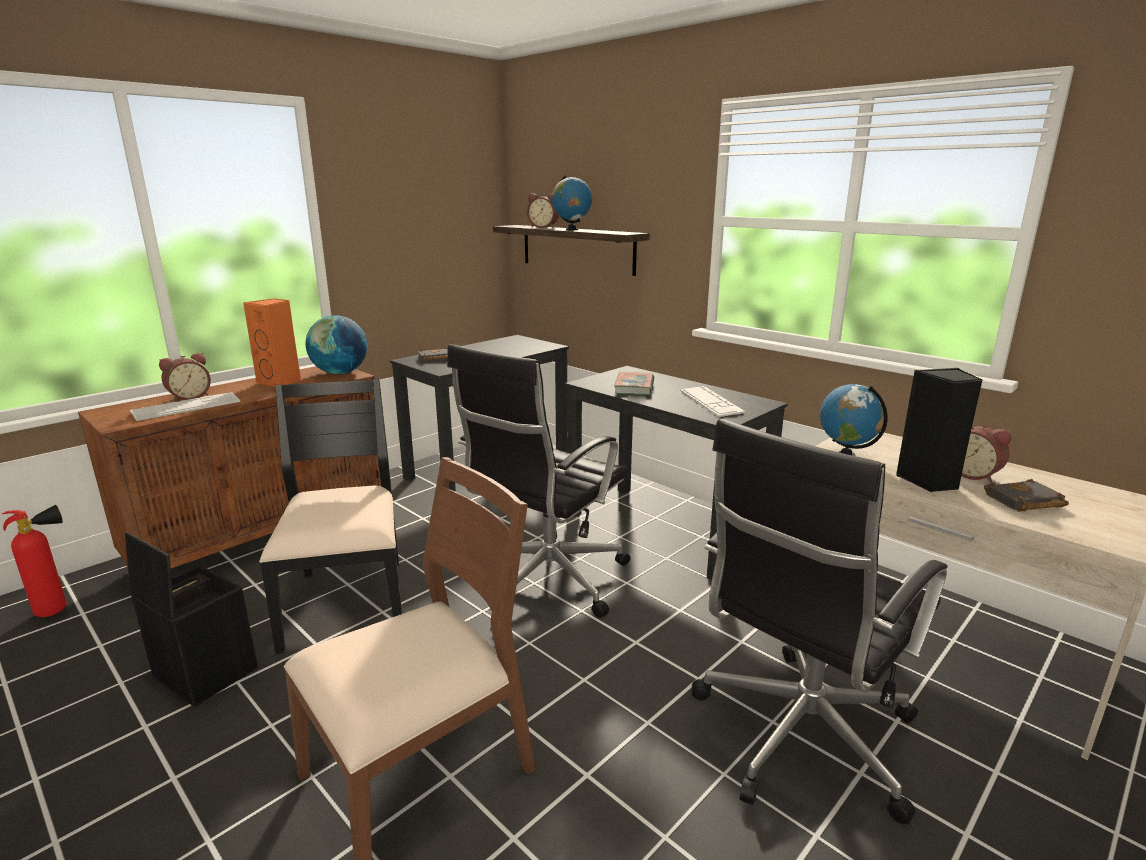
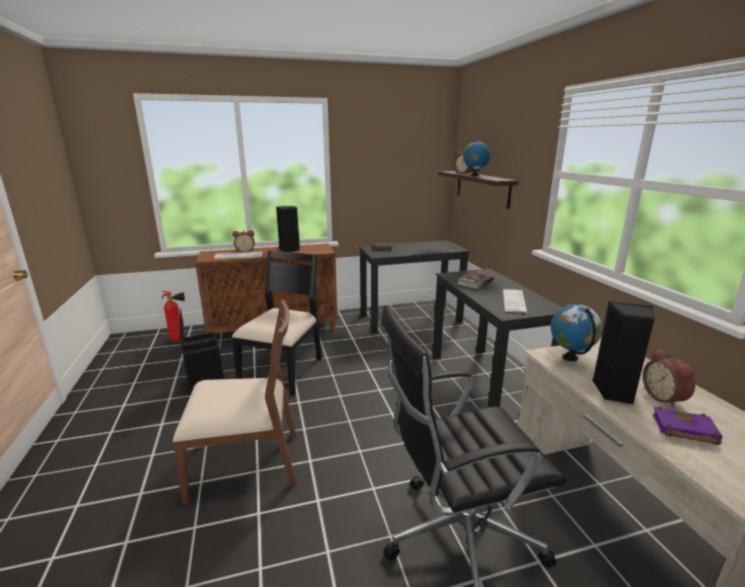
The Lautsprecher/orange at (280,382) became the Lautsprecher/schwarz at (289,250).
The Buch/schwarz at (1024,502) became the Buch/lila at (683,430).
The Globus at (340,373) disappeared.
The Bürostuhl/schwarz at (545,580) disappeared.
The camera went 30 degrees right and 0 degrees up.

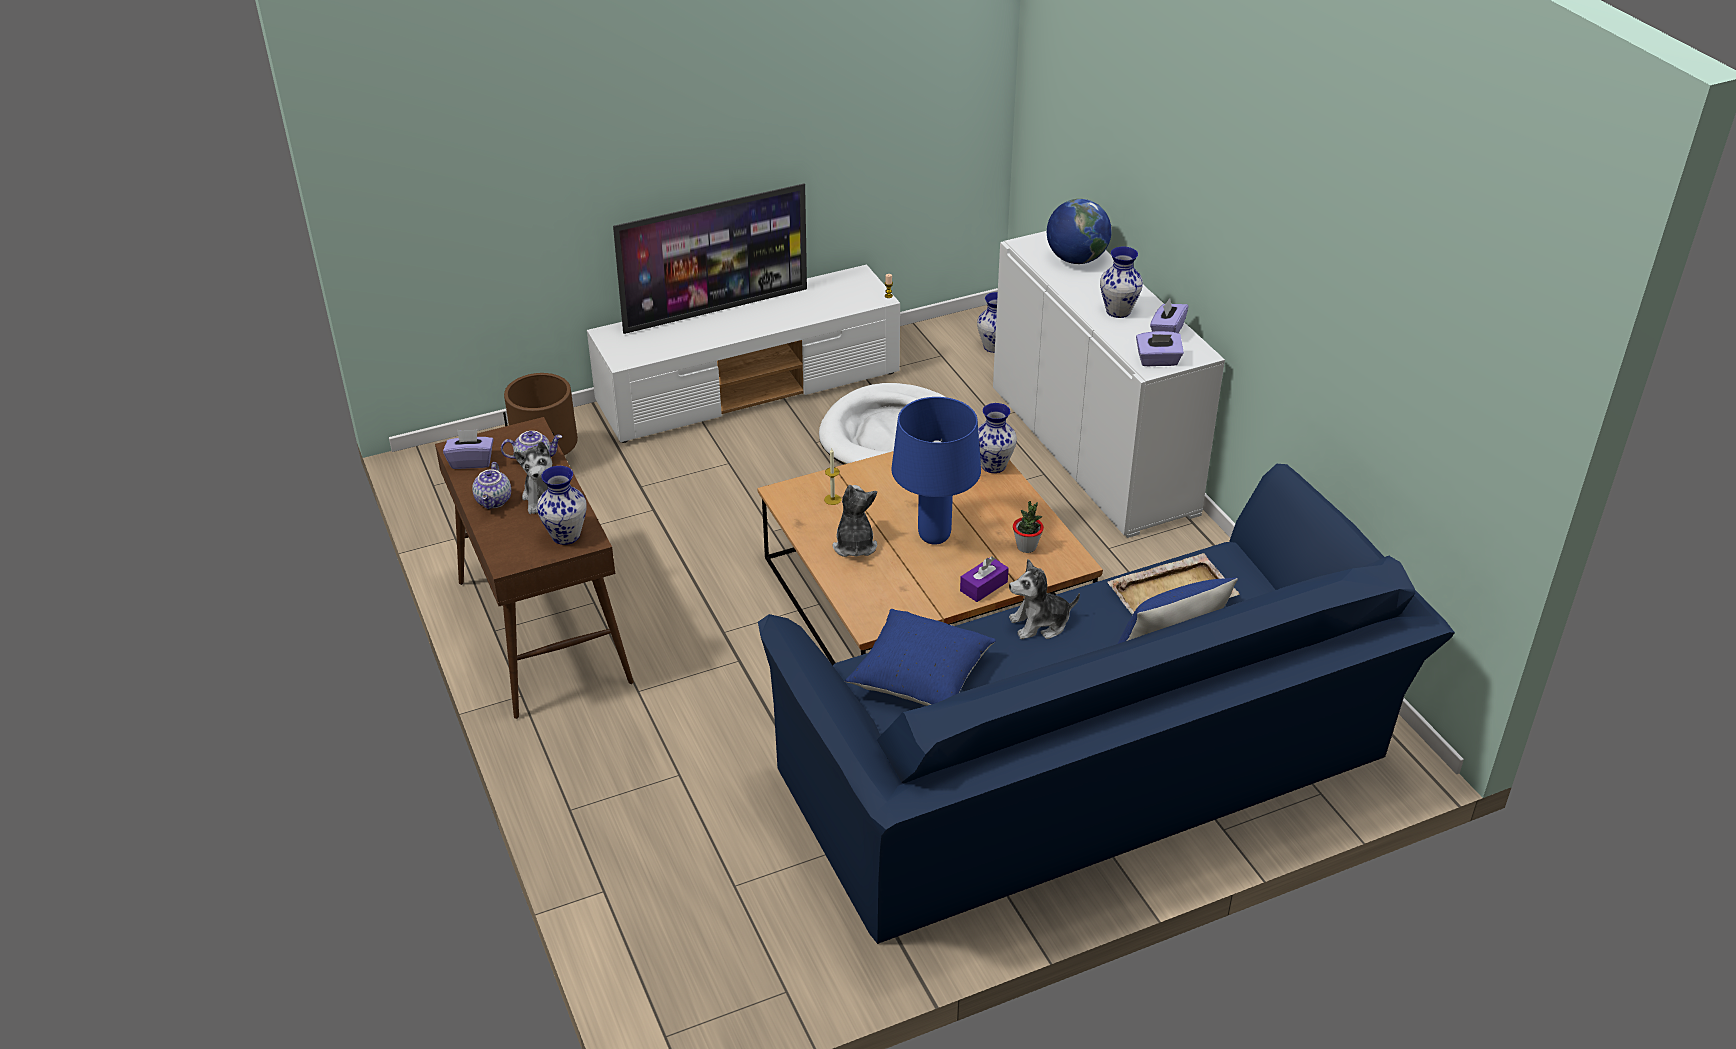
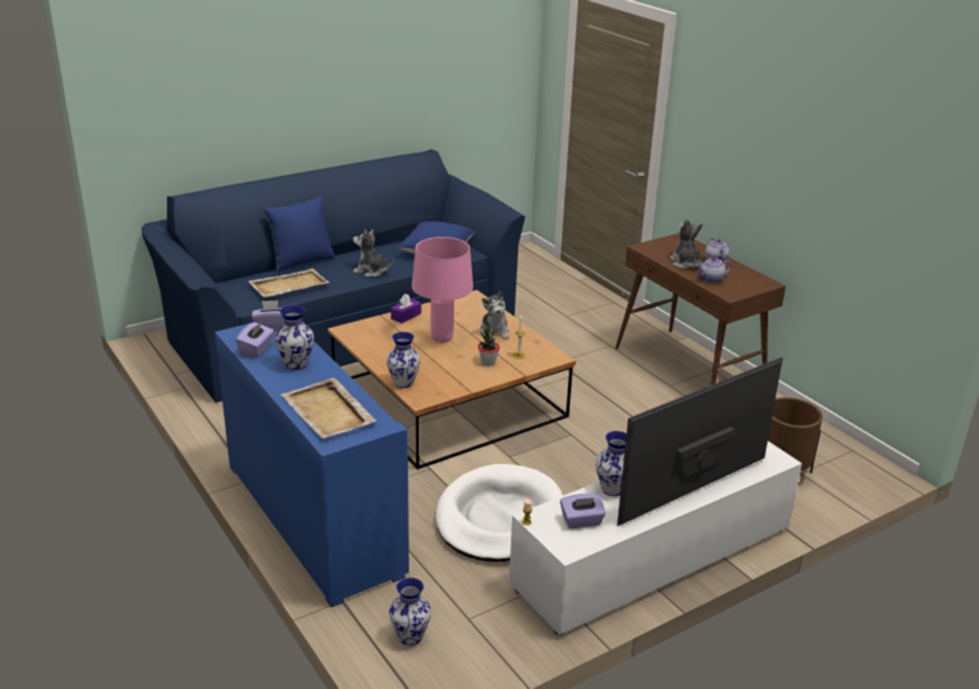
The Schrank/weiß at (1092,450) became the Schrank/blau at (313,518).
The Globus at (1076,259) was replaced by the Tablett/beige at (328,412).
The Plüschtier at (1040,624) turned 135 degrees counterclockwise.
The Tischlampe/blau at (934,537) became the Tischlampe/rosa at (442,338).
The Topfpflanze moved from (1026,547) to (488,362).
The Taschentuchbox/lila moved from (471,461) to (581,521).
The Vase moved from (566,536) to (612,489).
The camera went 170 degrees right and 10 degrees down.

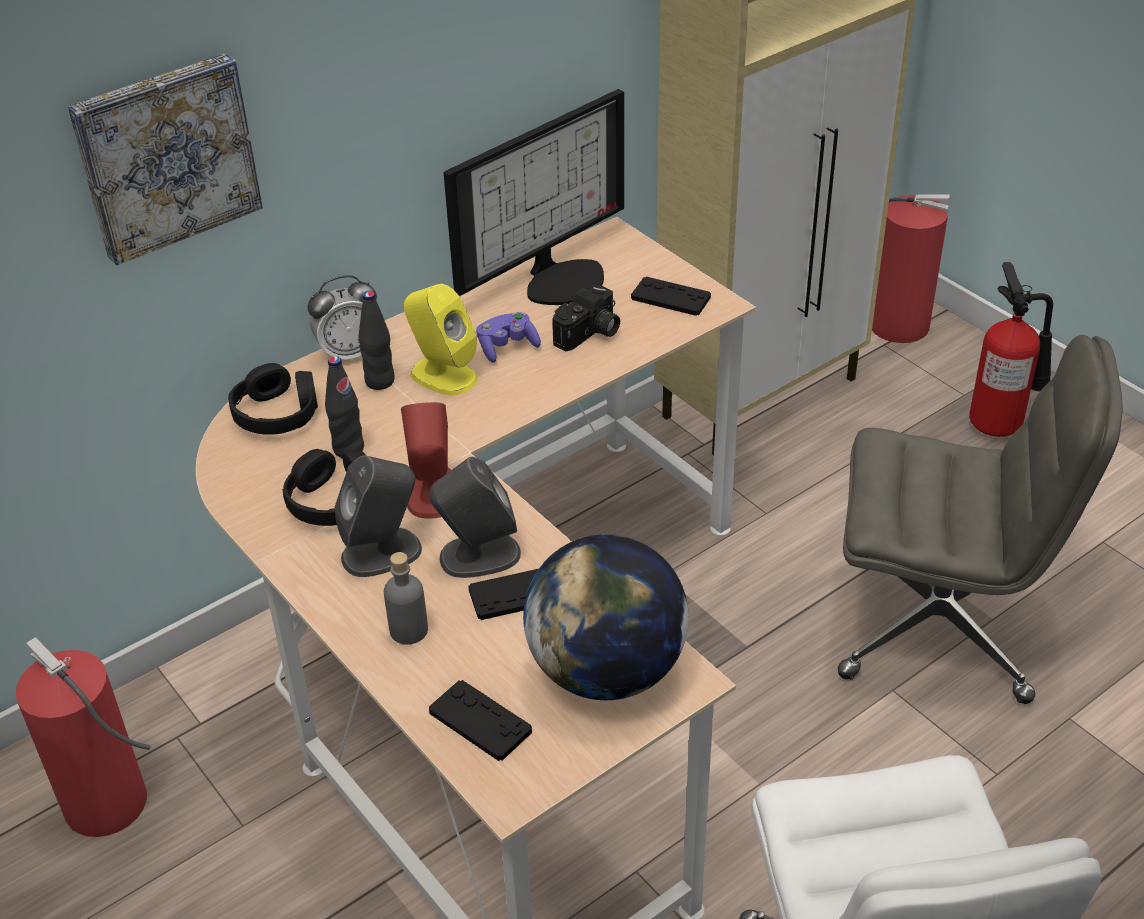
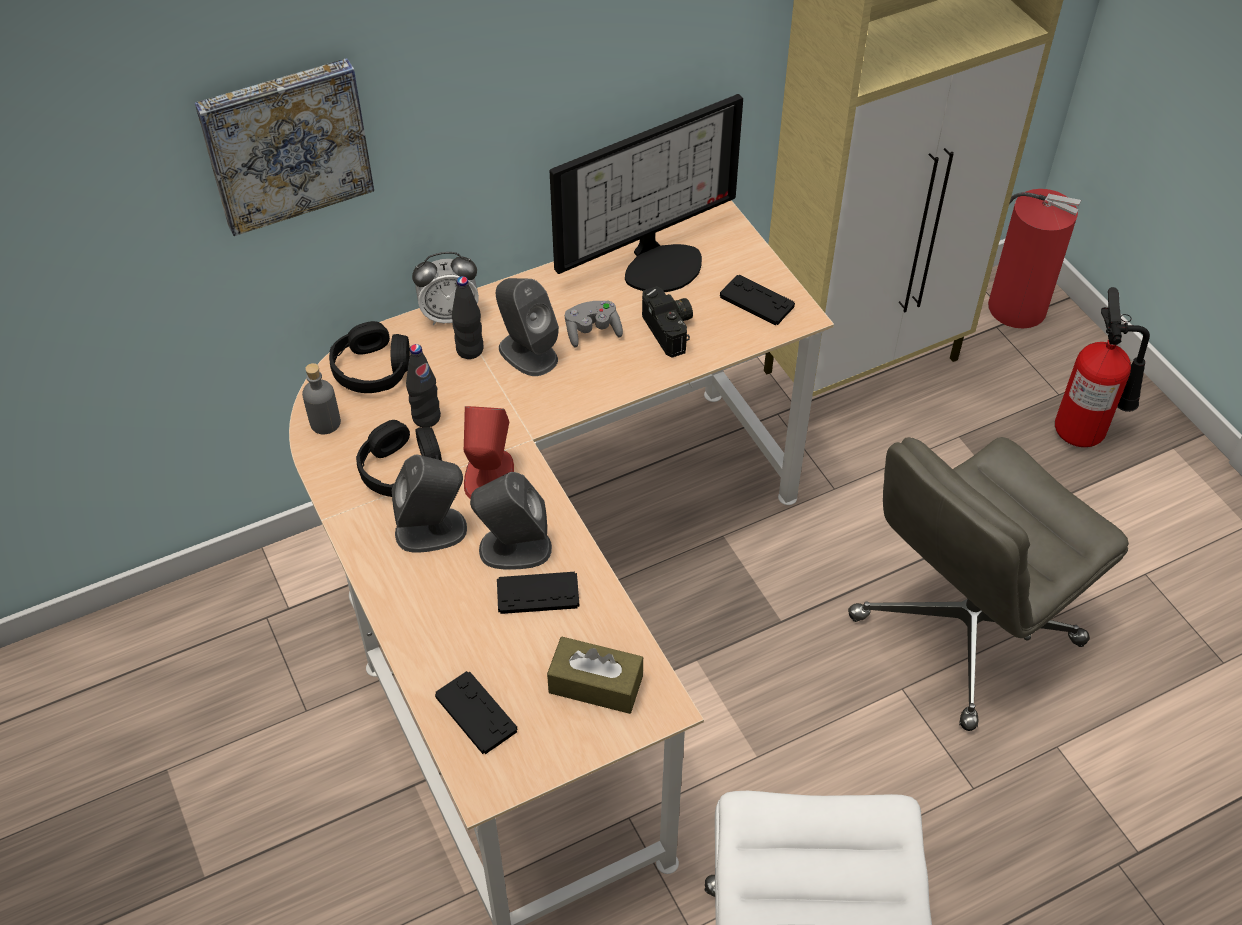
The Flasche/grau moved from (409,630) to (325,423).
The Lautsprecher/gelb at (443,375) became the Lautsprecher/grau at (527,353).
The Globus at (606,671) was replaced by the Taschentuchbox/braun at (595,684).
The Gamepad/lila at (507,347) became the Gamepad/grau at (592,331).
The Kamera at (590,334) turned 75 degrees counterclockwise.
The Bürostuhl/grau at (939,624) turned 120 degrees clockwise.
The Feuerlöscher at (108,805) disappeared.
The camera went 10 degrees right and 10 degrees up.

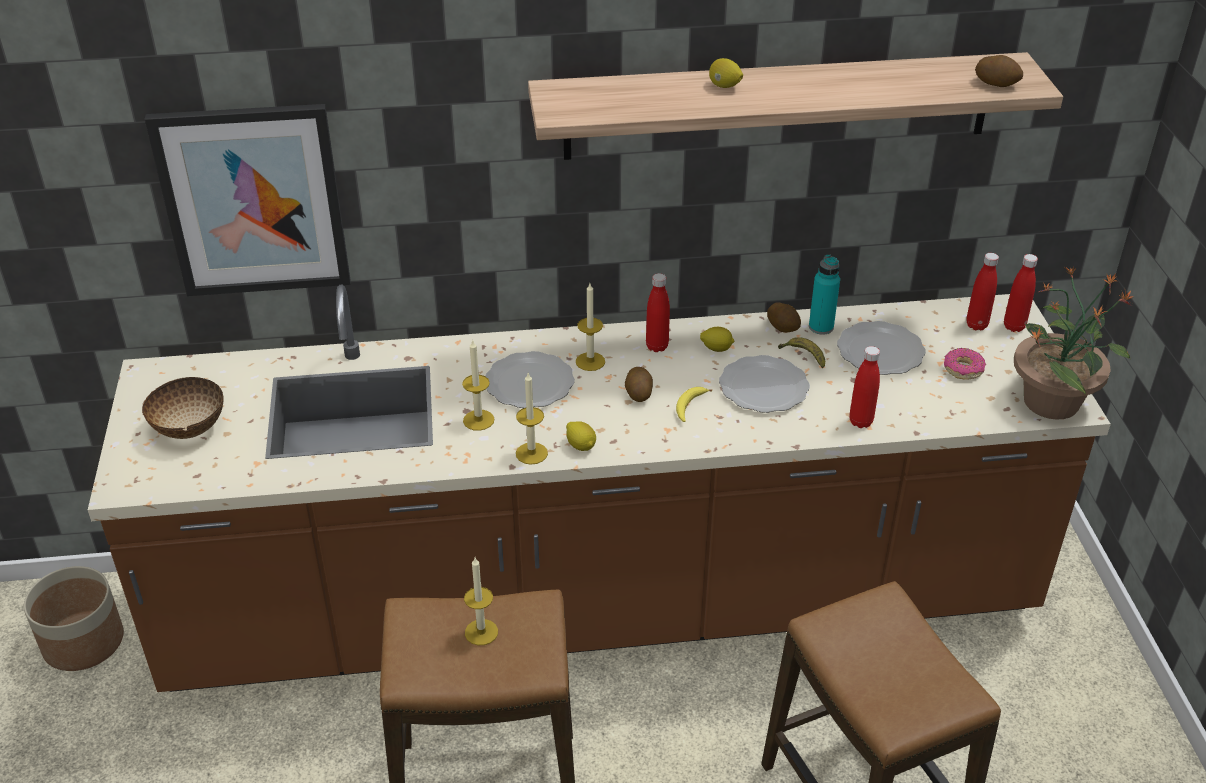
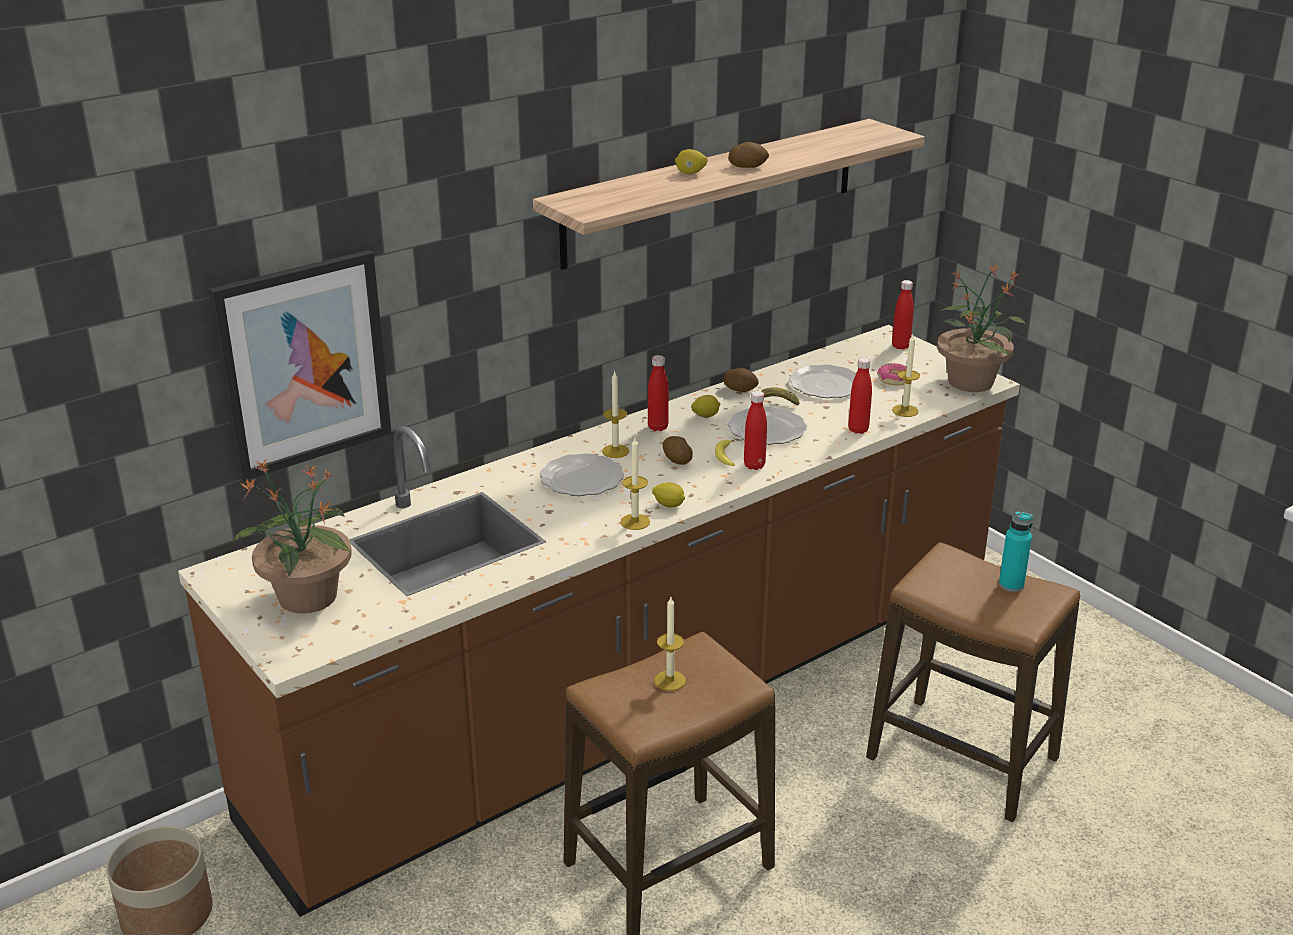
The Schüssel at (188,428) was replaced by the Topfpflanze at (307,598).
The Kartoffel moved from (996,83) to (748,166).
The Flasche/rot moved from (976,325) to (754,465).
The Kerze moved from (478,420) to (905,411).
The Flasche/türkis moved from (821,327) to (1011,585).
The camera went 30 degrees left and 10 degrees down.

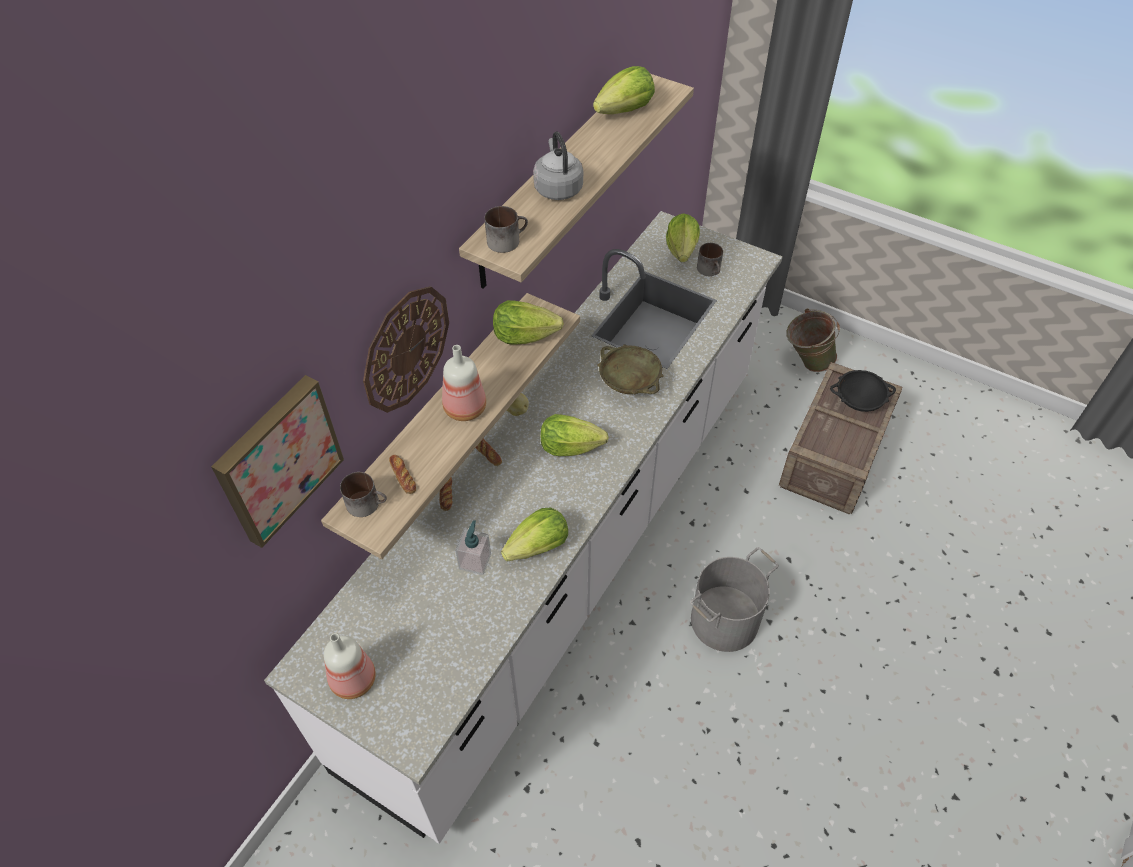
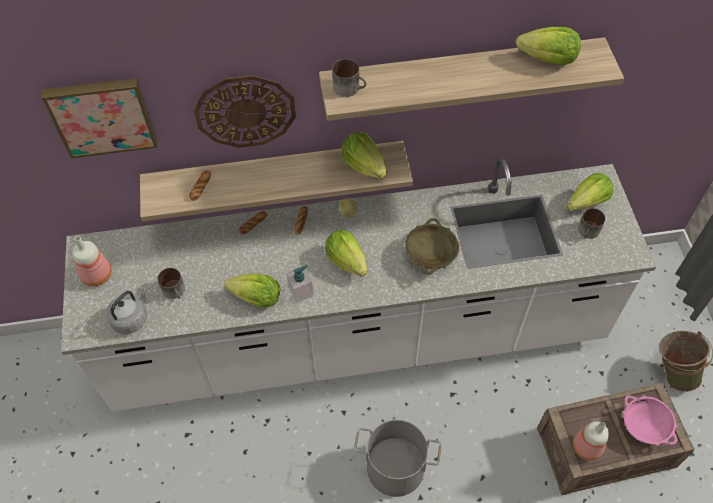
The Wasserkessel/grau moved from (557,188) to (131,318).
The Henkelbecher moved from (367,503) to (176,291).
The Seifenspender moved from (475,561) to (301,292).
The Flasche moved from (463,408) to (586,446).
The Schüssel/schwarz at (858,402) became the Schüssel/rosa at (643,427).
The camera went 50 degrees right and 5 degrees up.

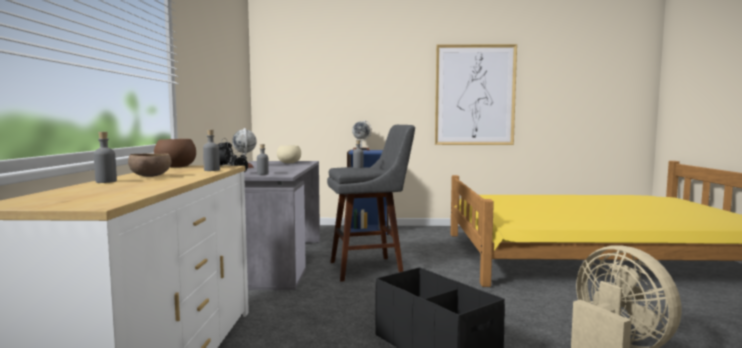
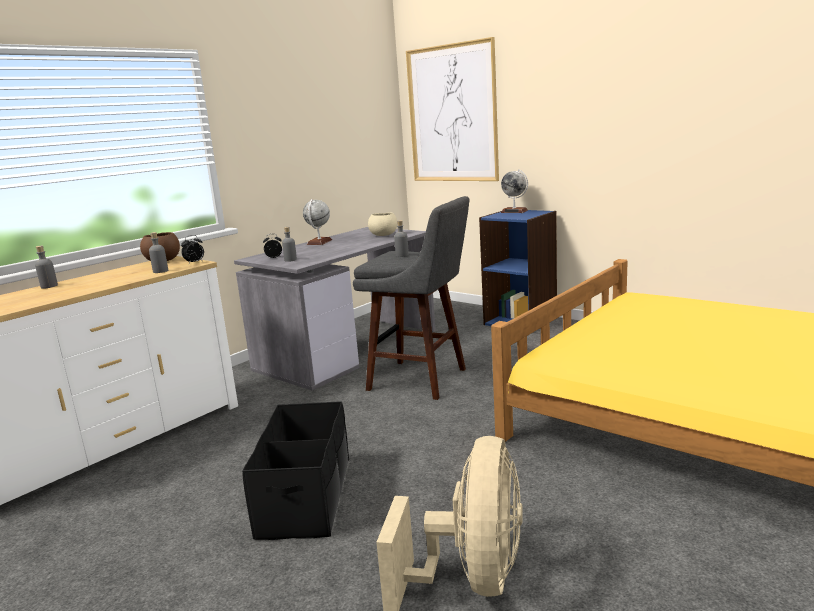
The Bild moved from (475,95) to (452,114).
The Schüssel/braun at (151,176) disappeared.
The camera went 40 degrees right and 10 degrees up.

